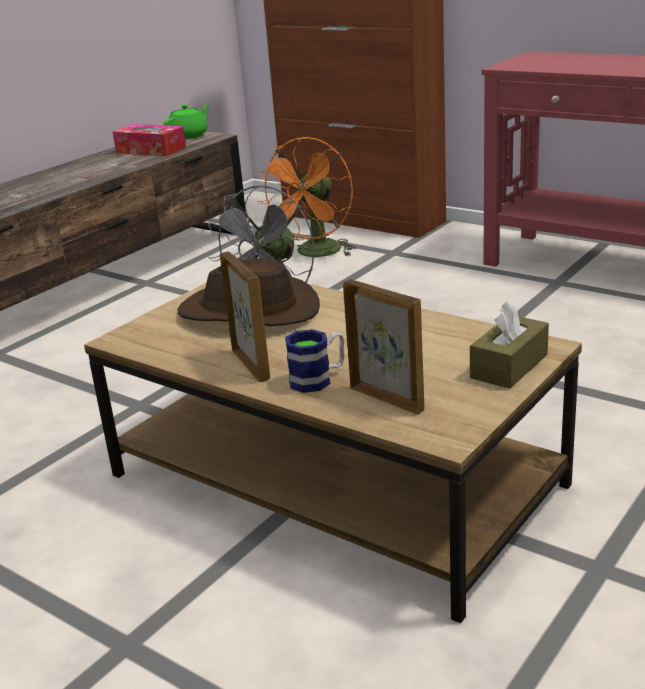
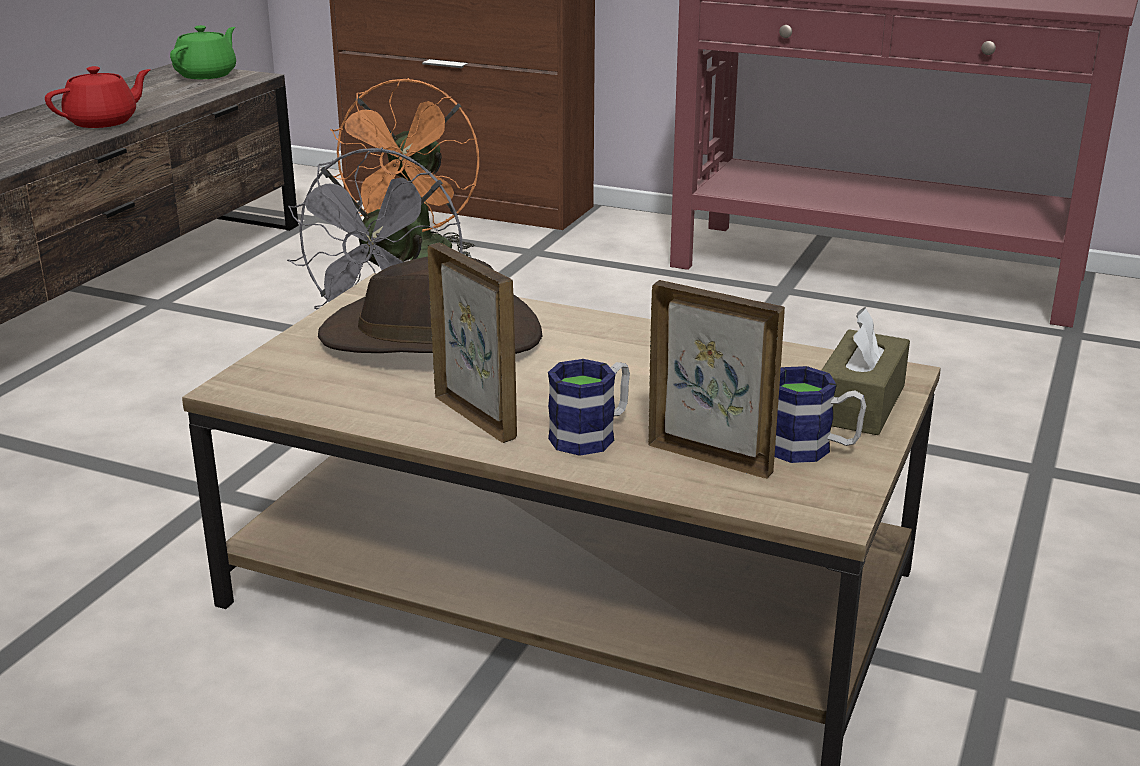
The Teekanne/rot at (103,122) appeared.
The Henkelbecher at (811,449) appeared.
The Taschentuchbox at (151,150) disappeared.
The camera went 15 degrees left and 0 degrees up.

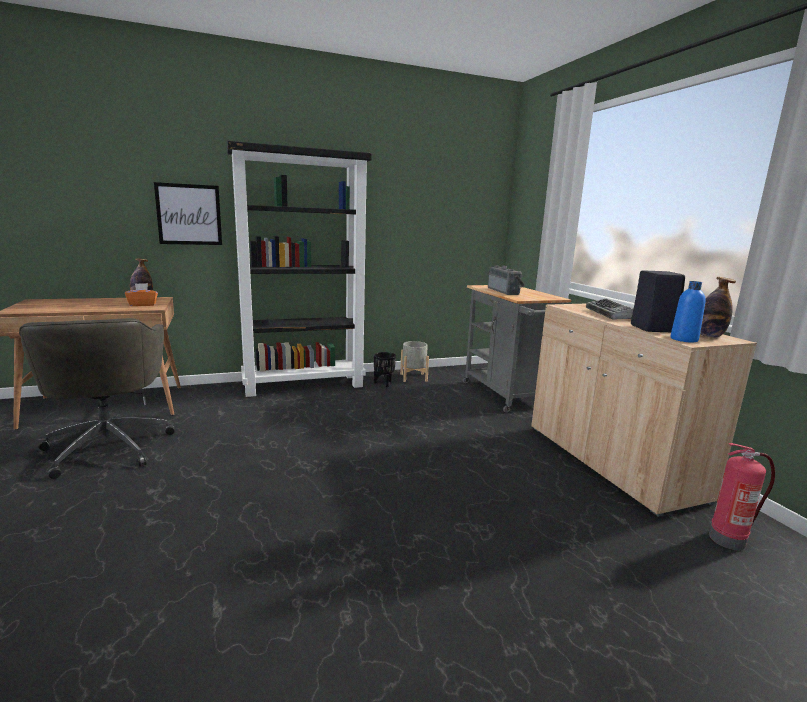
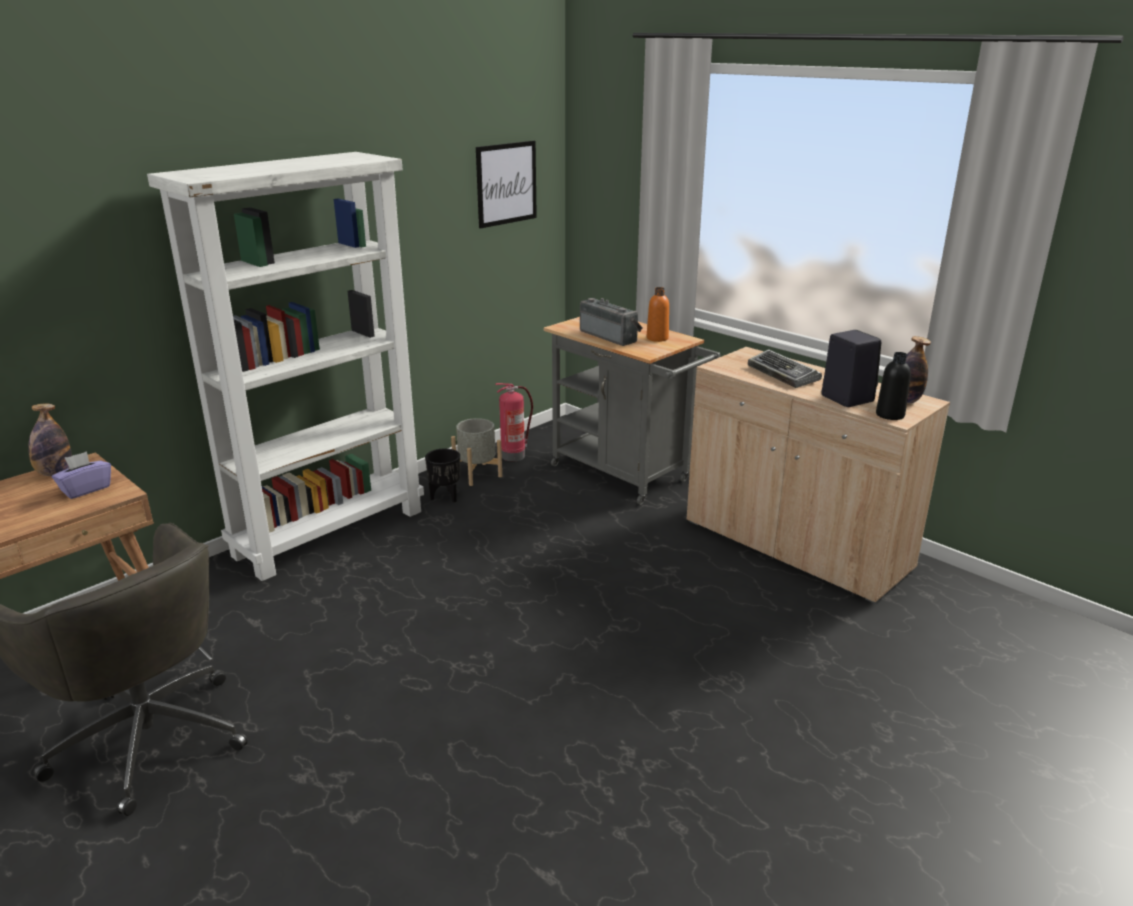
The Taschentuchbox/orange at (143,304) became the Taschentuchbox/lila at (86,489).
The Bücherregal/schwarz at (304,385) became the Bücherregal/weiß at (330,532).
The Bild moved from (189,214) to (506,183).
The Feuerlöscher moved from (728,539) to (514,455).
The Flasche/orange at (657,338) appeared.
The Flasche/blau at (684,339) became the Flasche/schwarz at (890,415).
The camera went 25 degrees left and 10 degrees up.

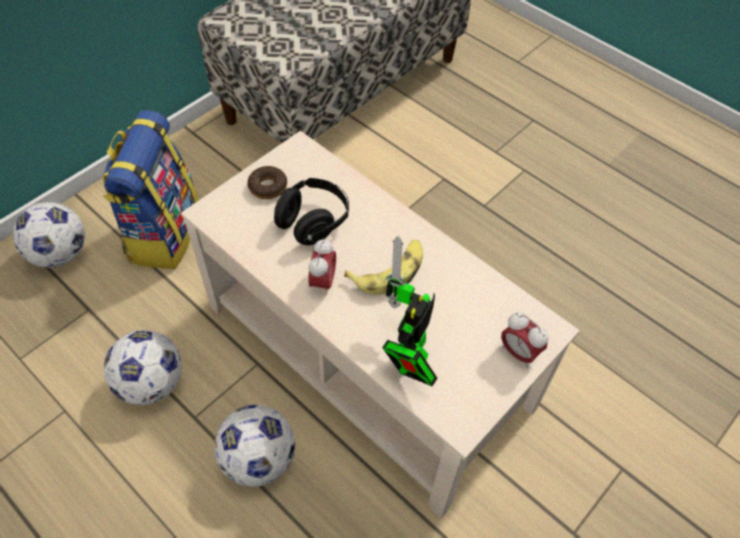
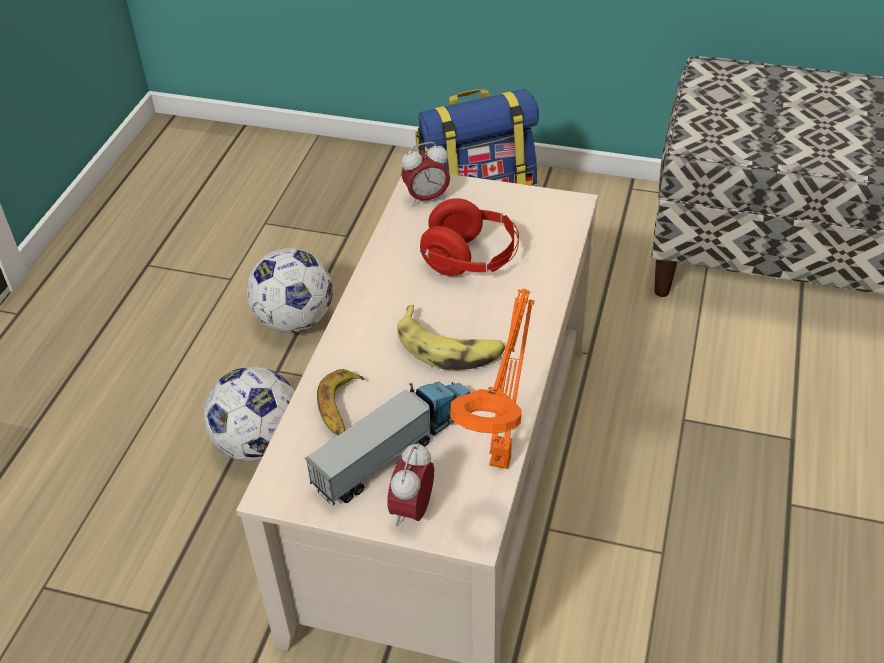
The Spielzeuglaster at (397,448) appeared.
The Spielzeugroboter at (408,356) was replaced by the Banane at (340,409).
The Wecker moved from (323,282) to (426,198).
The Kopfhörer/schwarz at (313,222) became the Kopfhörer/rot at (471,260).
The Tischlampe/orange at (501,457) appeared.
The Fußball at (60,254) disappeared.
The Donut at (268,187) disappeared.
The camera went 65 degrees right and 10 degrees down.

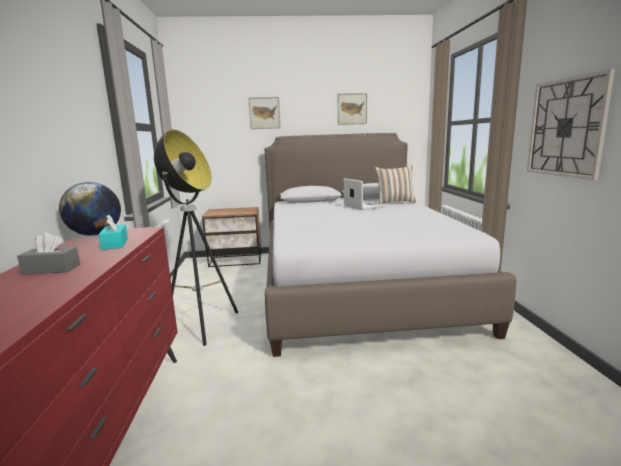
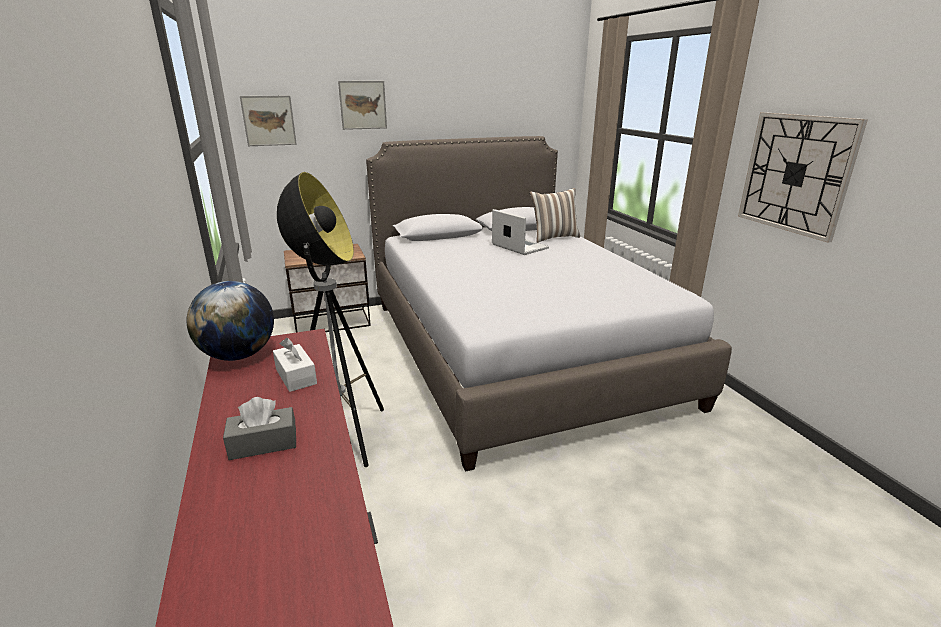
The Bild moved from (352,109) to (269,120).
The Taschentuchbox/türkis at (115,244) became the Taschentuchbox/weiß at (296,376).
The camera went 15 degrees left and 10 degrees up.

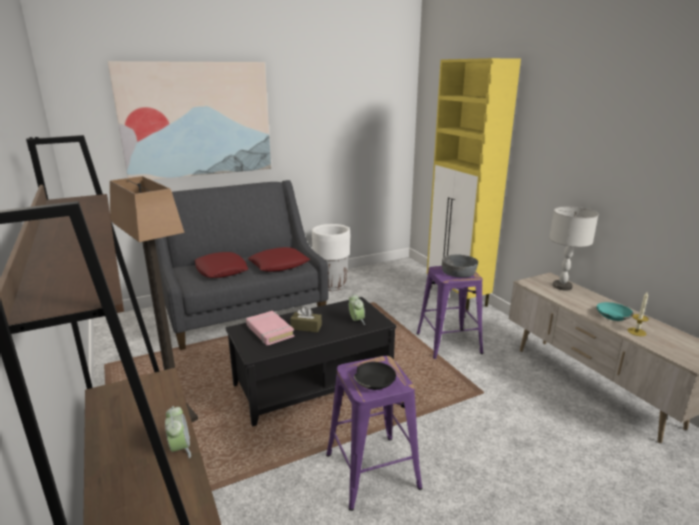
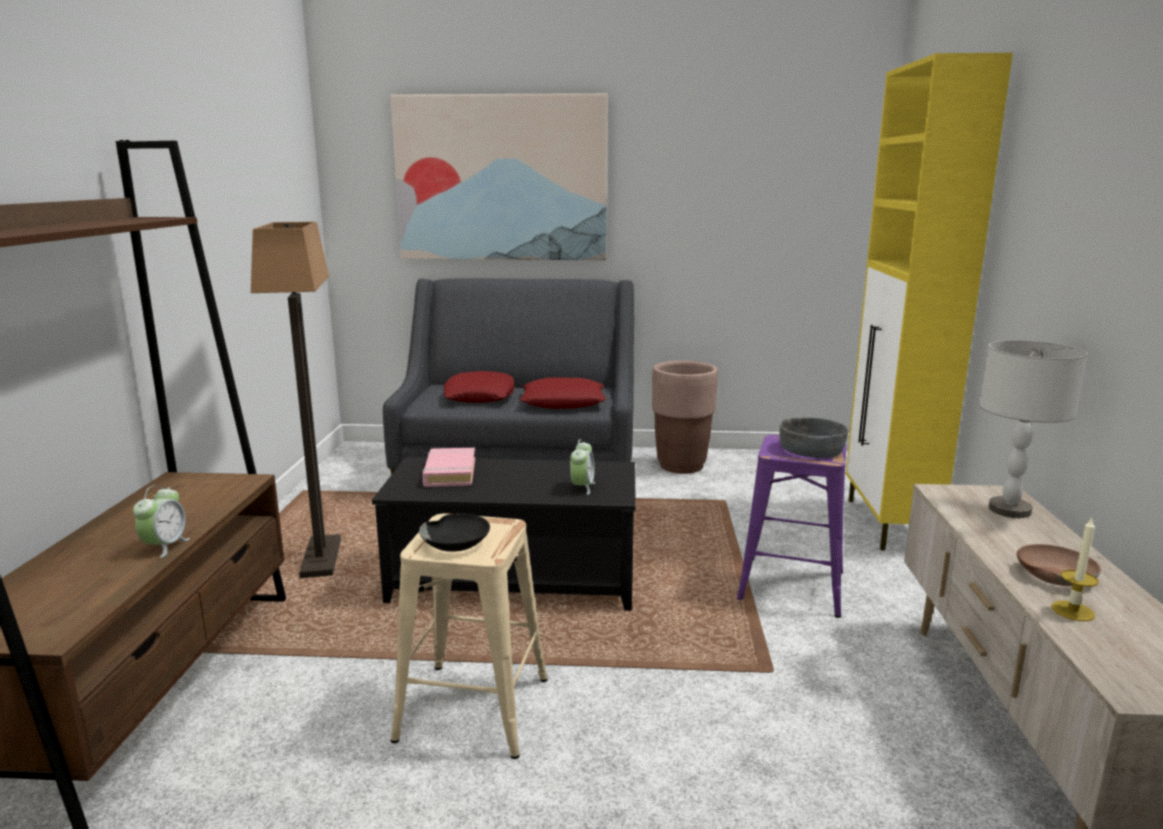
The Hocker/lila at (371,471) became the Hocker/beige at (471,708).
The Pflanzkübel/weiß at (331,286) became the Pflanzkübel/braun at (681,466).
The Schüssel/türkis at (612,316) became the Schüssel/braun at (1053,575).
The Taschentuchbox/braun at (306,327) disappeared.
The camera went 30 degrees right and 5 degrees down.

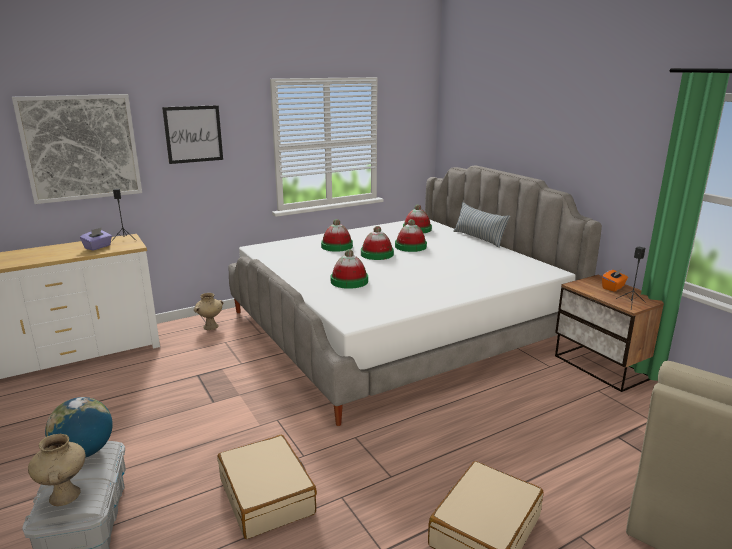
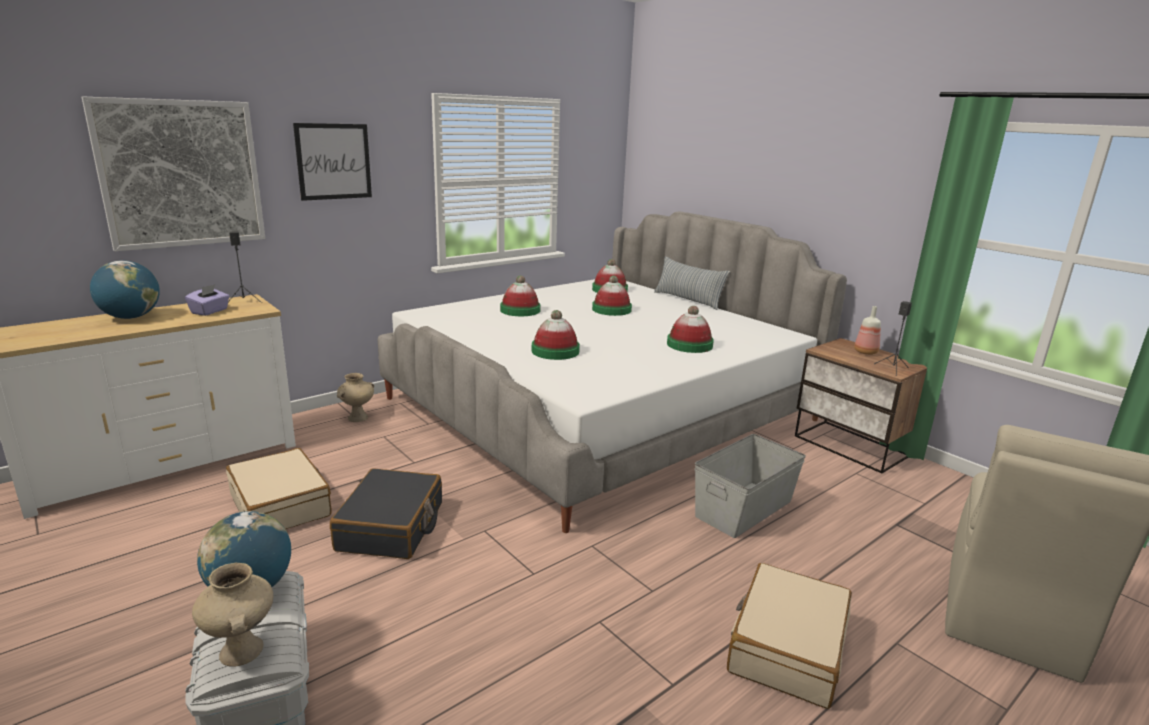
The Globus at (131,317) appeared.
The Koffer/beige moved from (267,496) to (281,505).
The Koffer/schwarz at (391,527) appeared.
The Hut moved from (377,254) to (689,345).
The Aufbewahrungsbox/grau at (745,508) appeared.
The Taschentuchbox/orange at (613,287) was replaced by the Flasche at (865,352).
The camera went 10 degrees left and 0 degrees up.

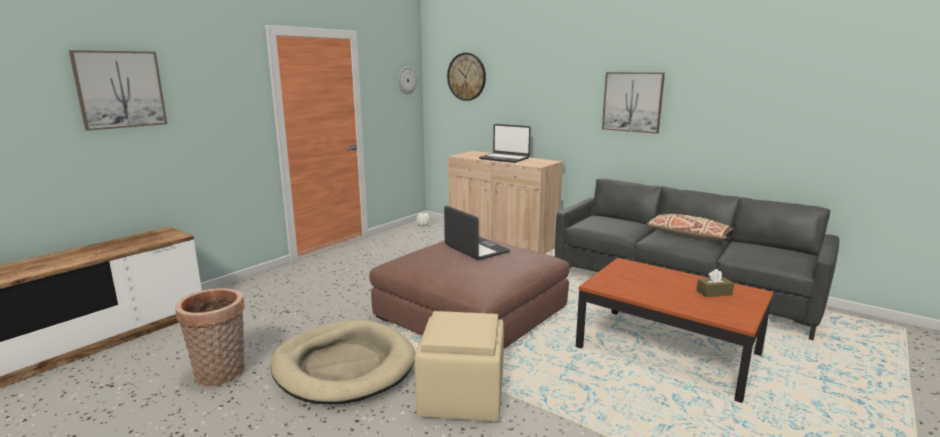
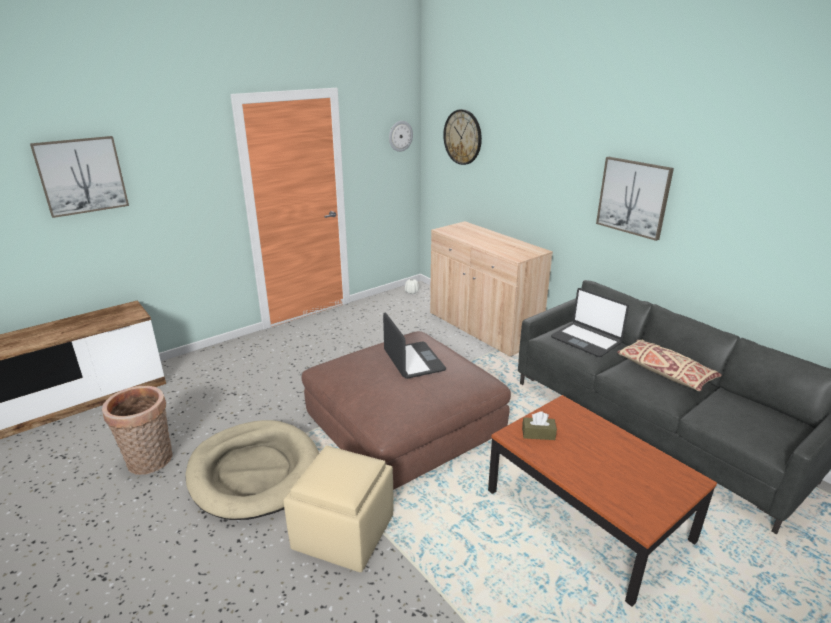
The Taschentuchbox/braun moved from (714,293) to (538,434).
The Laptop moved from (504,158) to (586,340).
The camera went 15 degrees right and 10 degrees up.

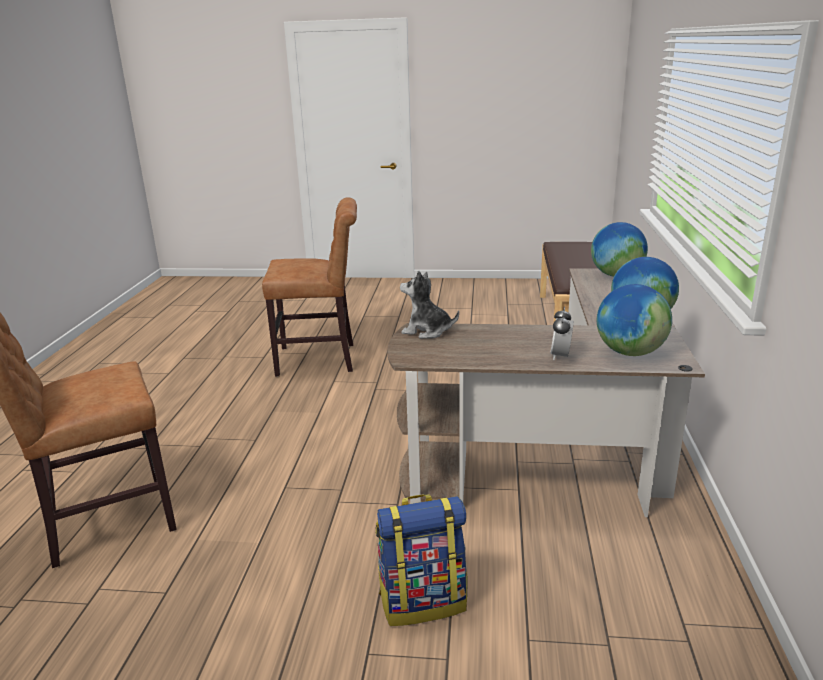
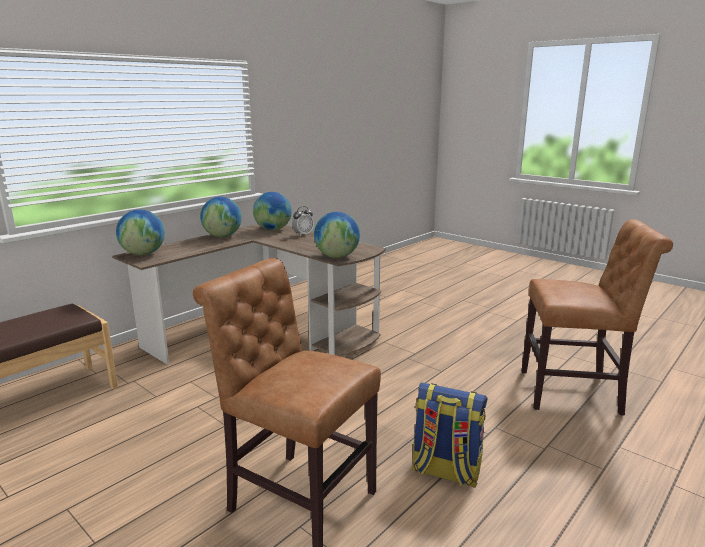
The Plüschtier at (427,331) was replaced by the Globus at (337,256).
The Rucksack moved from (423,601) to (445,471).
The camera went 145 degrees left and 5 degrees down.

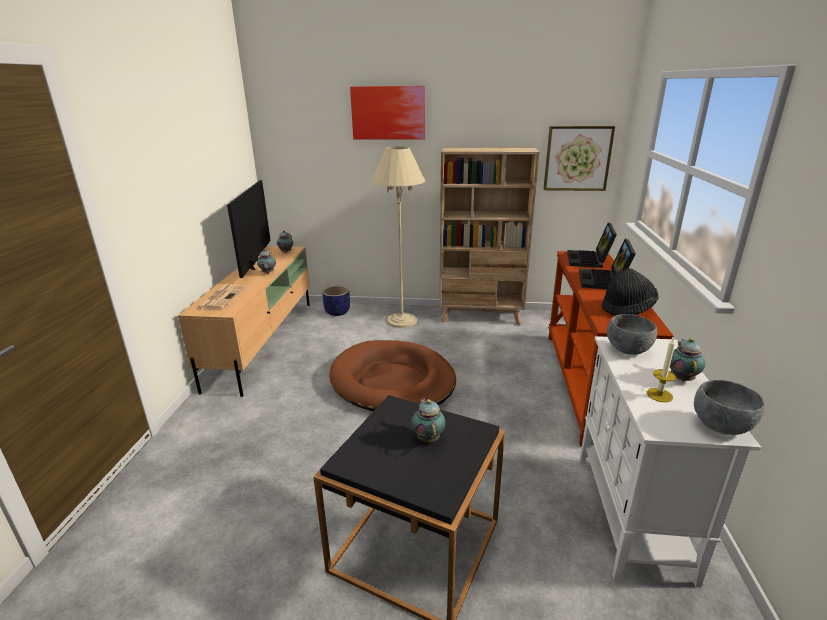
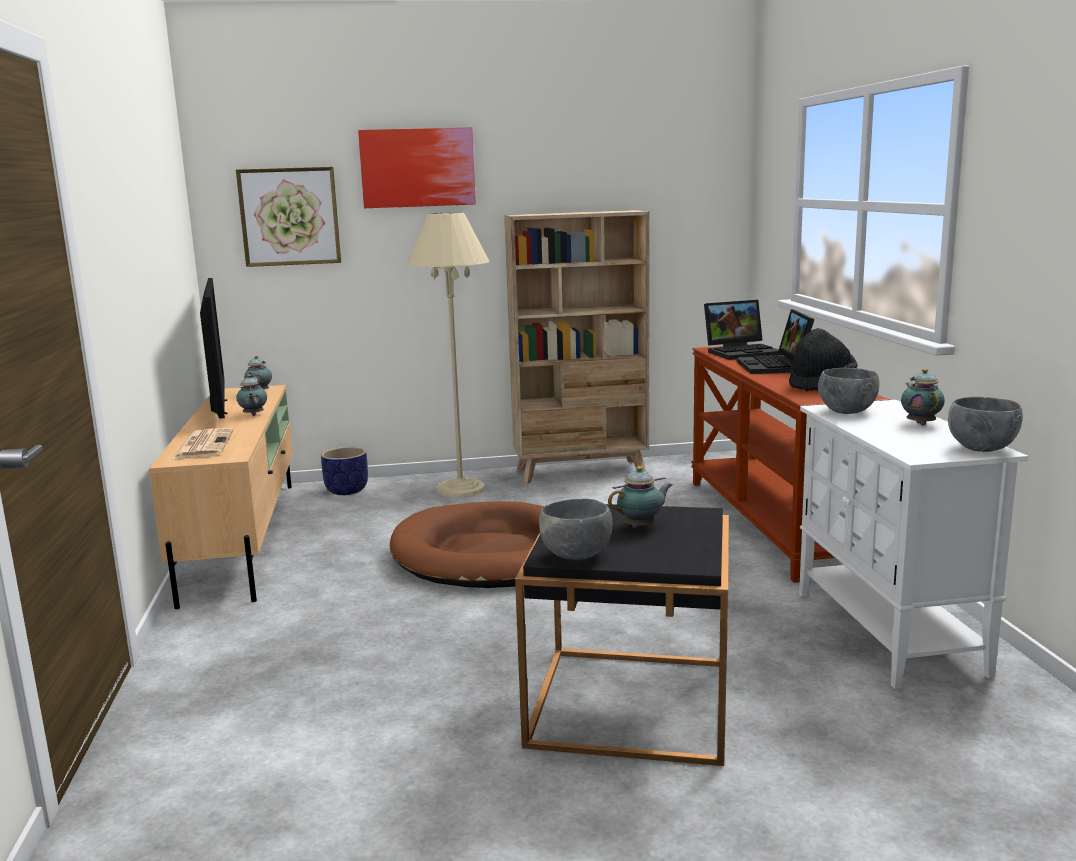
The Bild moved from (577,158) to (289,216).
The Schüssel/grau at (577,556) appeared.
The Teekanne at (428,437) turned 90 degrees clockwise.
The Laptop at (589,260) turned 105 degrees counterclockwise.
The Kerze at (659,395) disappeared.
The camera went 15 degrees left and 10 degrees down.

